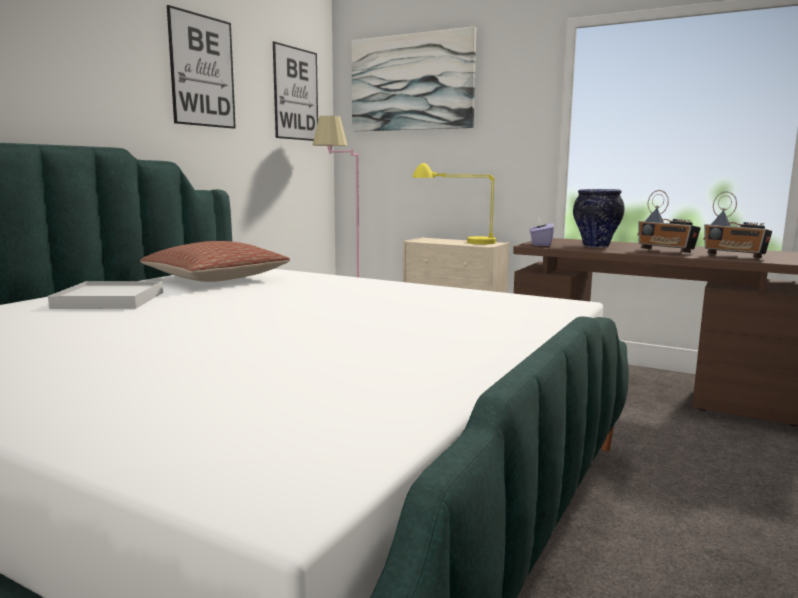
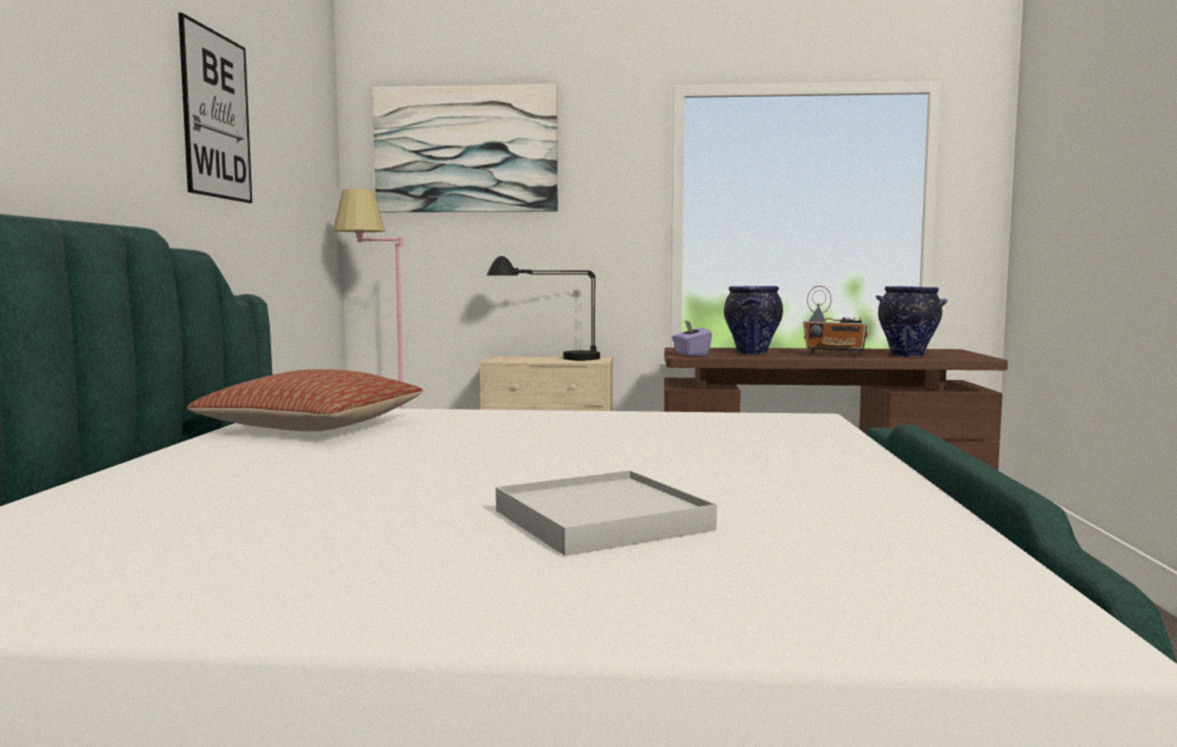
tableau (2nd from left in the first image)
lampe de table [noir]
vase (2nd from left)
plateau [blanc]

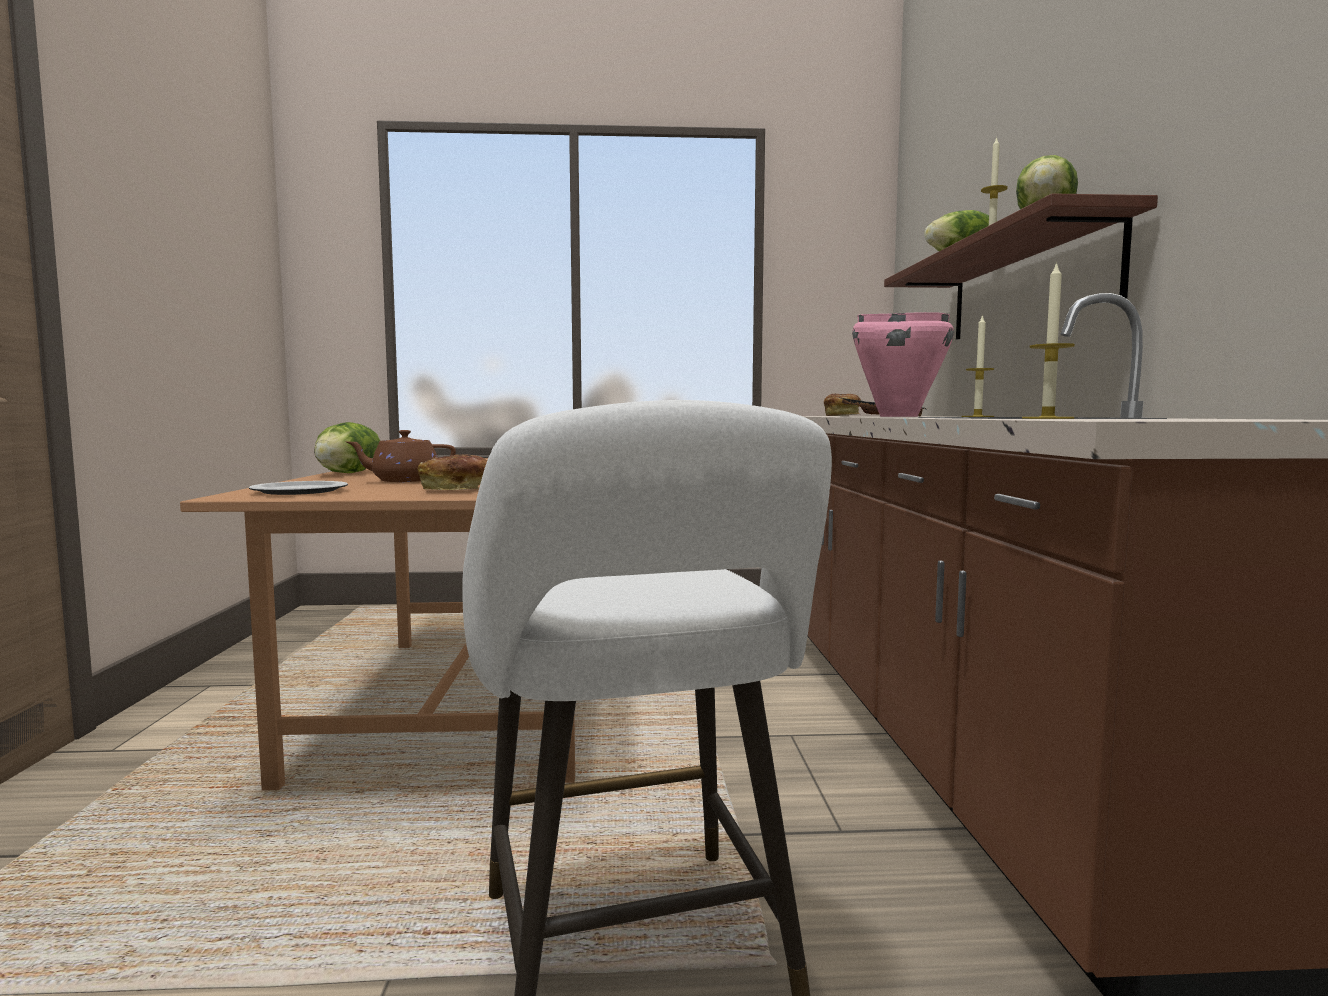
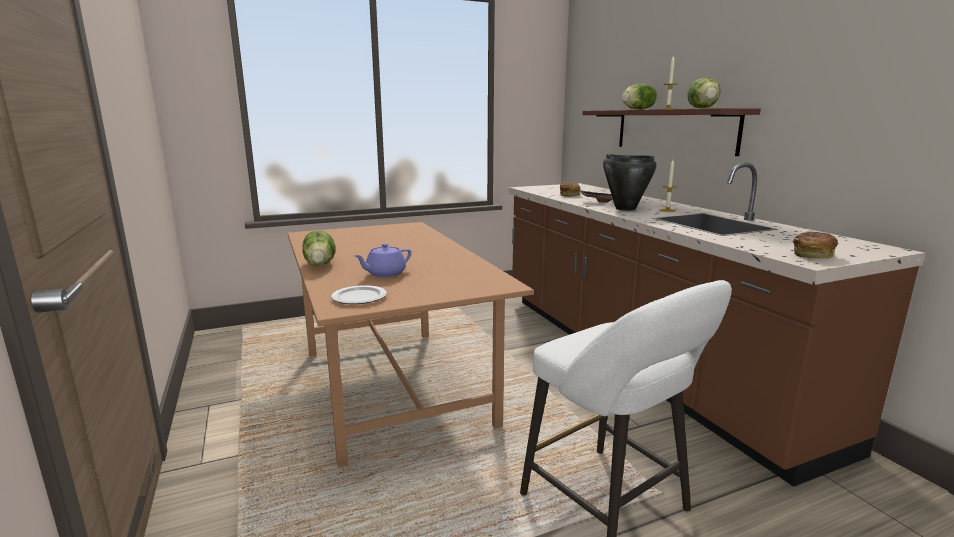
bougie (3rd from left in the first image)
marmite [noir]
théière [violet]
pain (2nd from left)

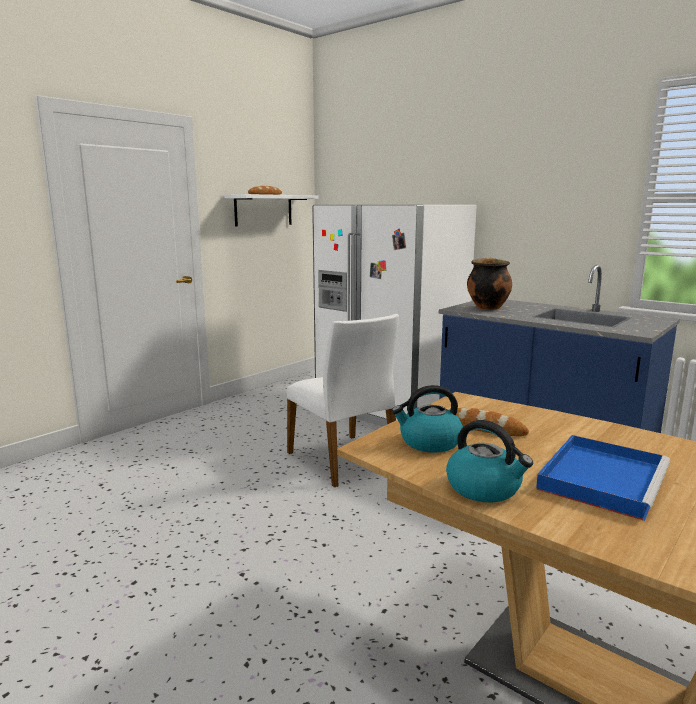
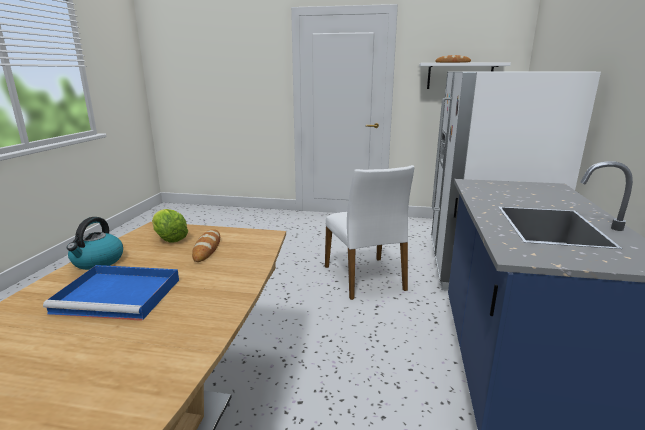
marmite
chaise [blanc]
laitue

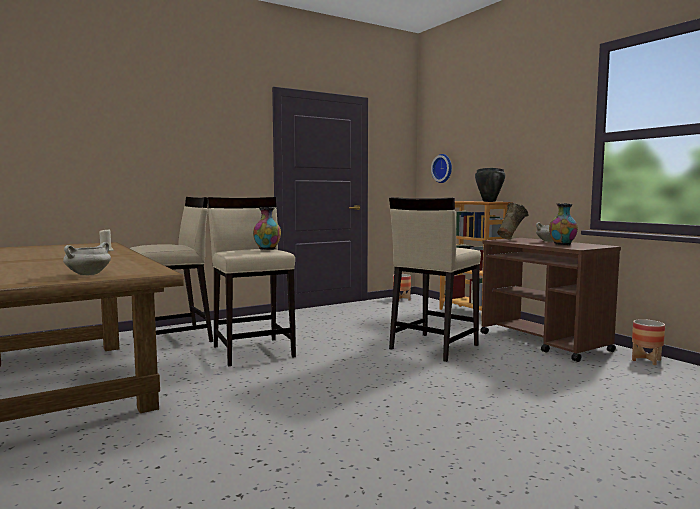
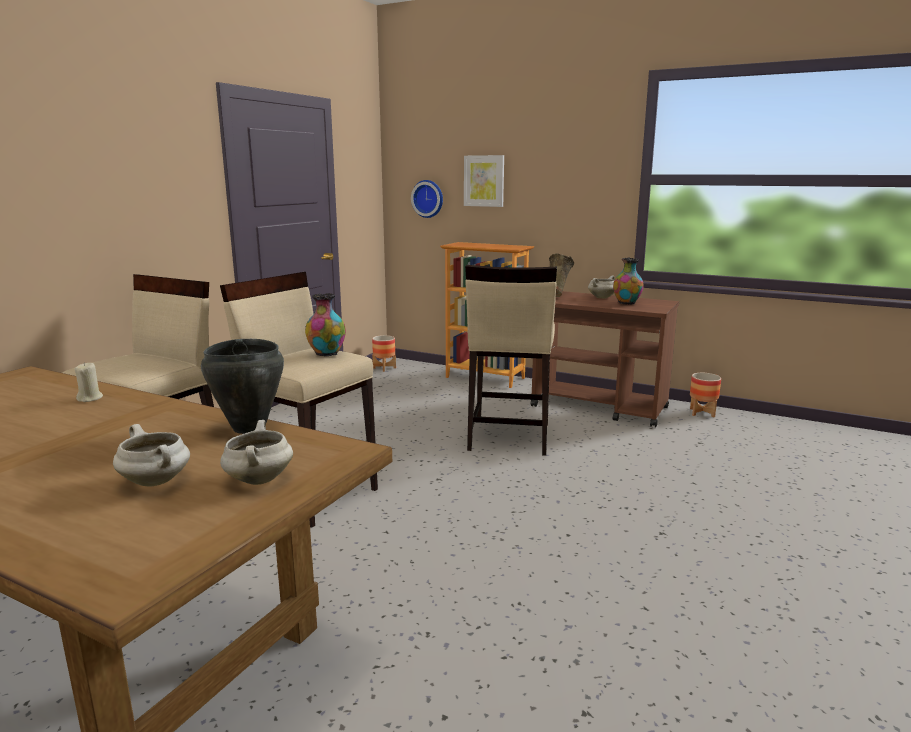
marmite [noir]
tableau
marmite [blanc] (1st from left)

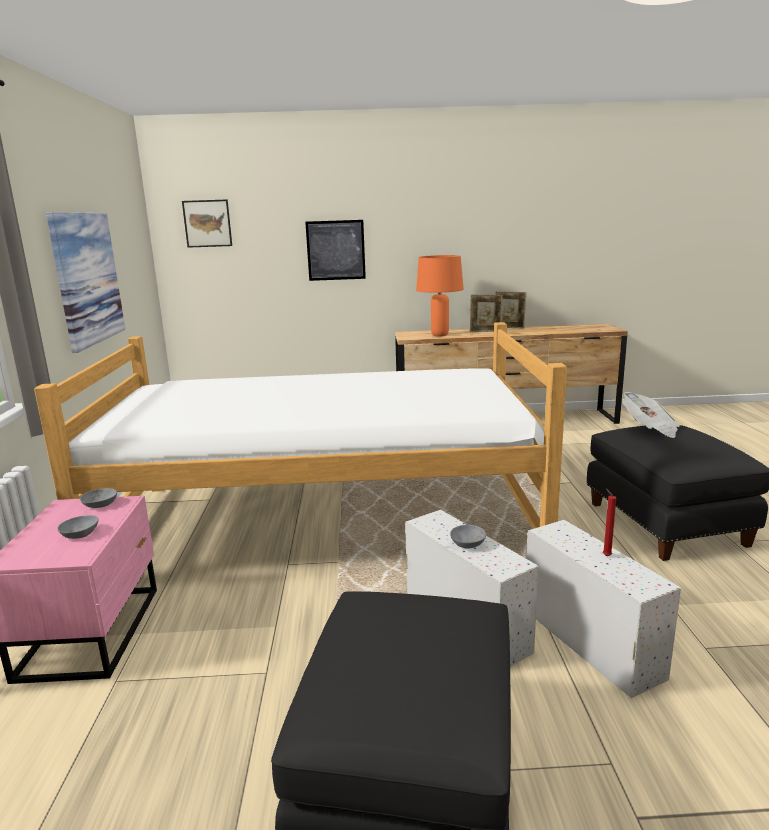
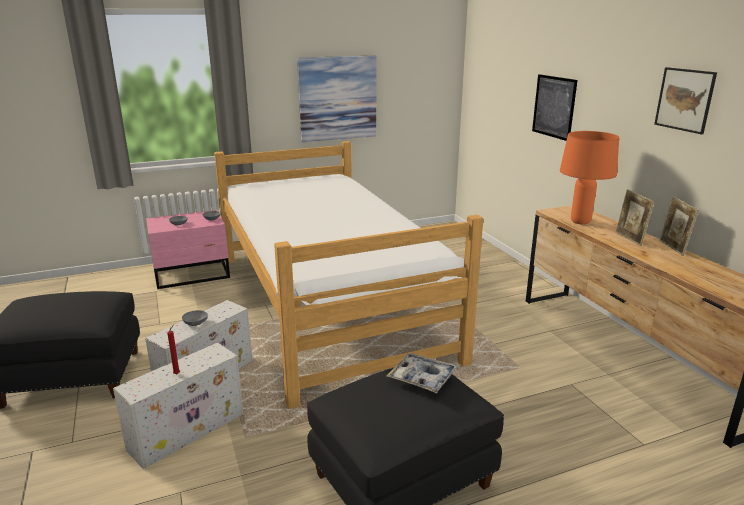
tableau (3rd from left)
plateau

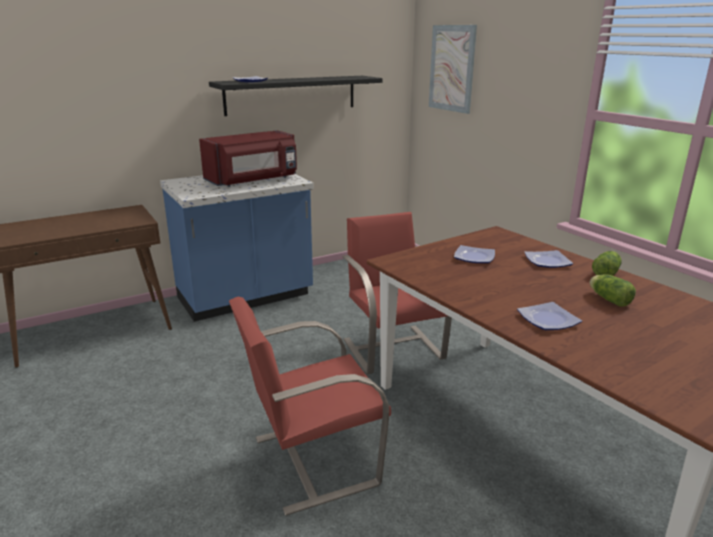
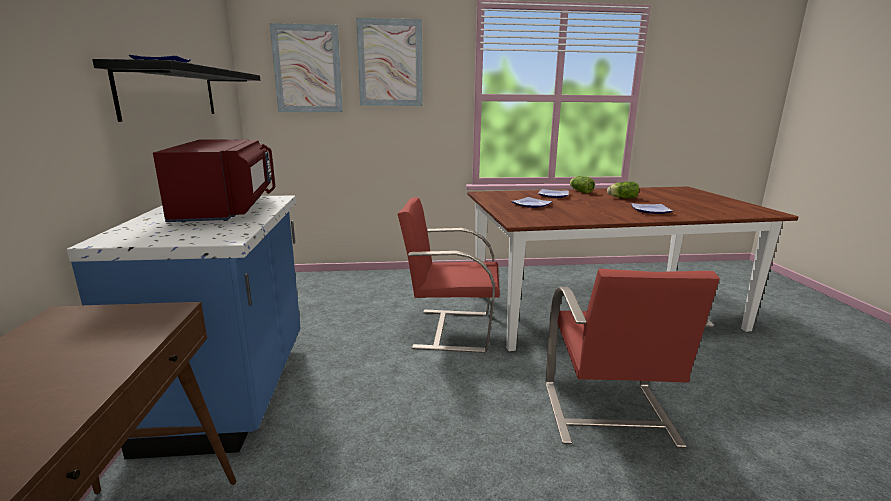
tableau (2nd from left)

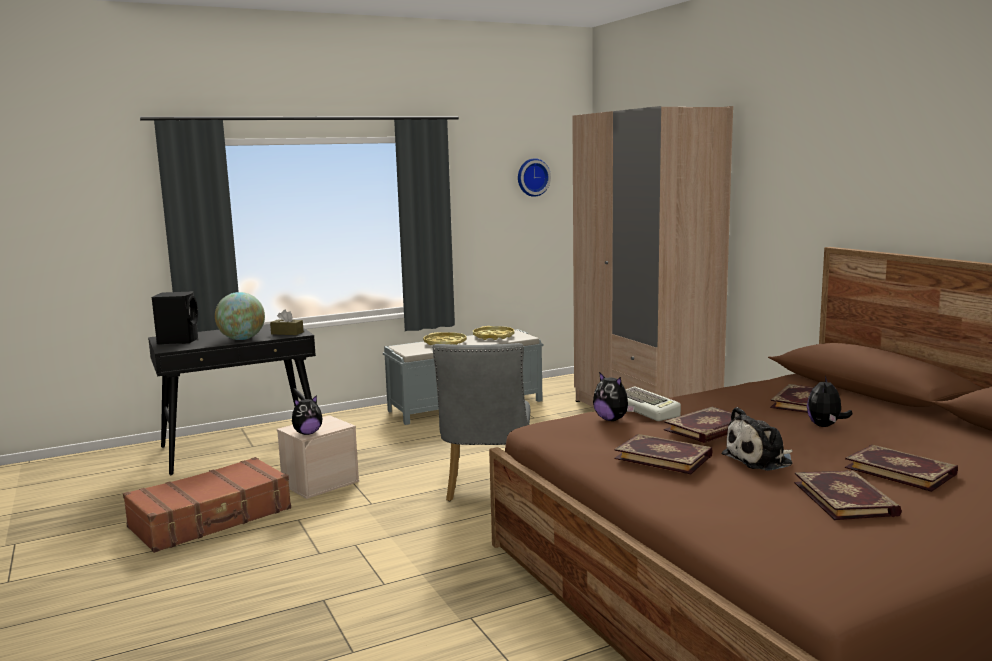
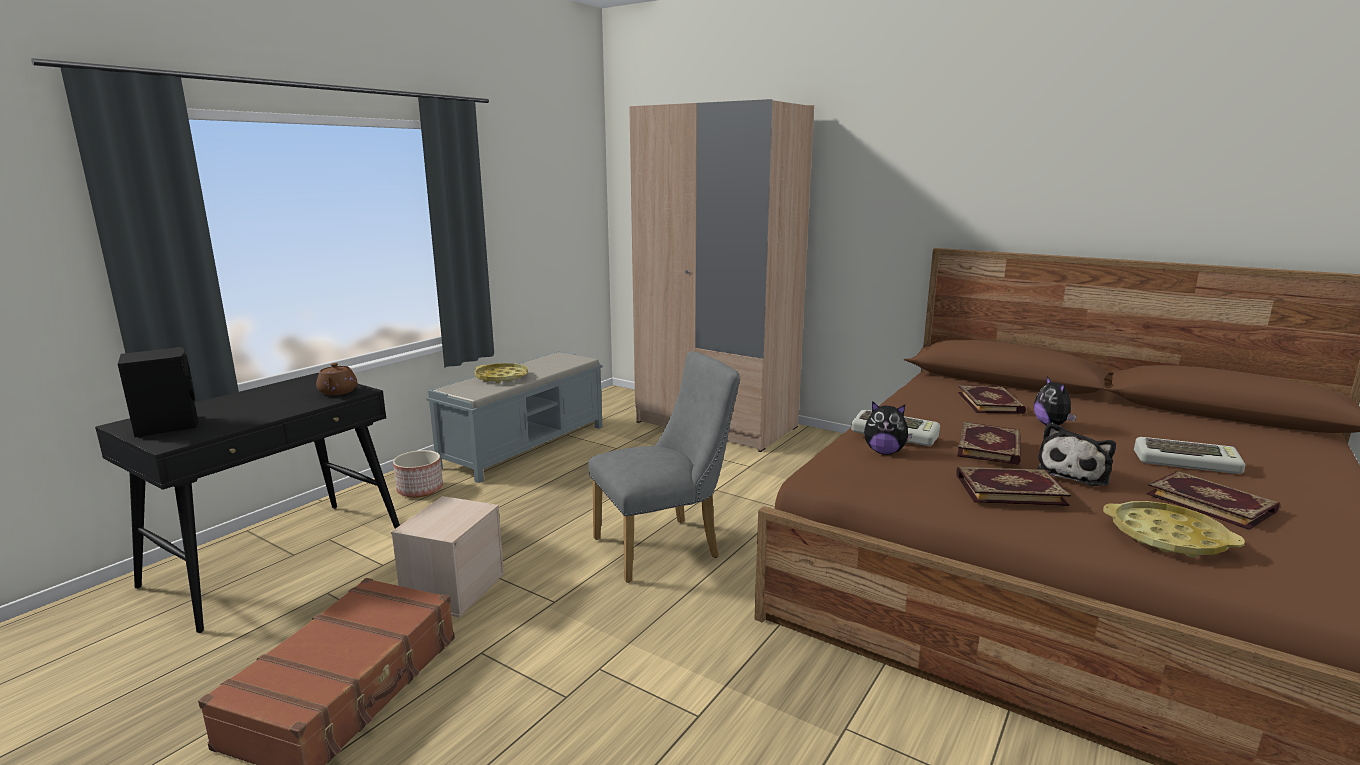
horloge murale
globe
théière [marron]
plateau [jaune] (2nd from left)
chaise [gris]
peluche (1st from left in the first image)
clavier (2nd from left)
cache-pot

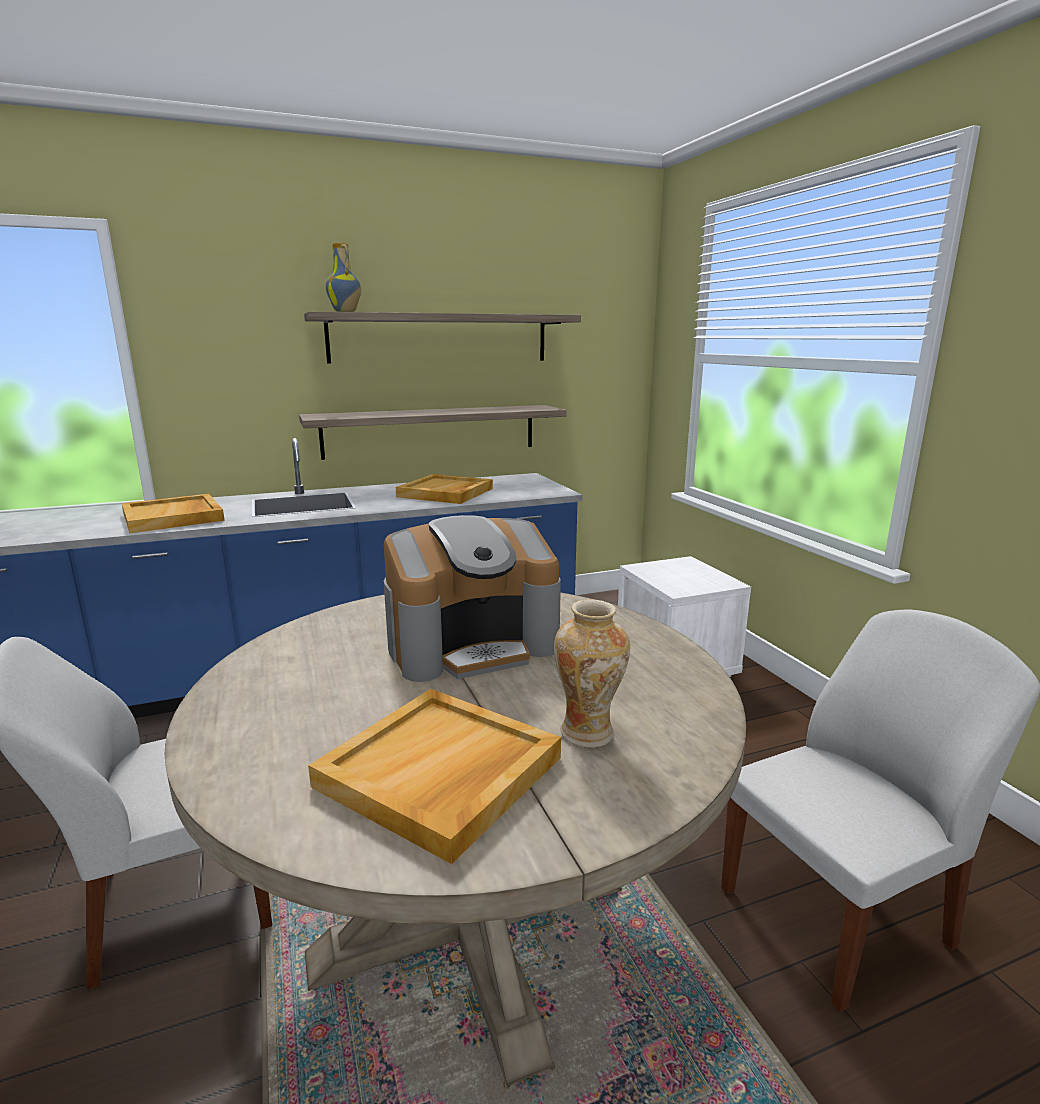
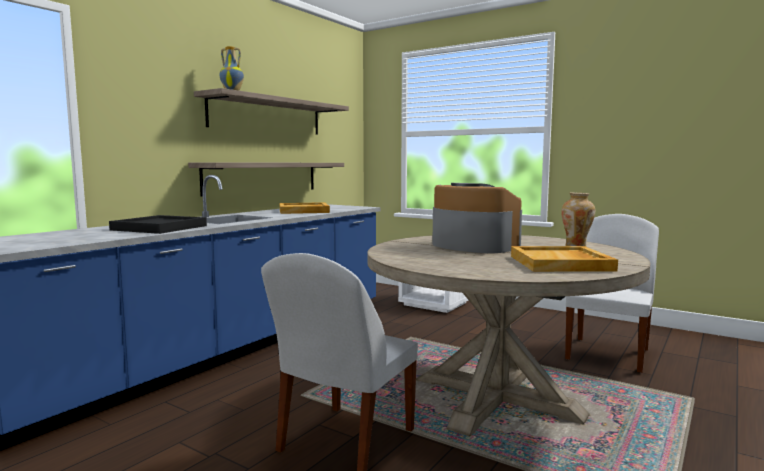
plateau [noir]
machine à café

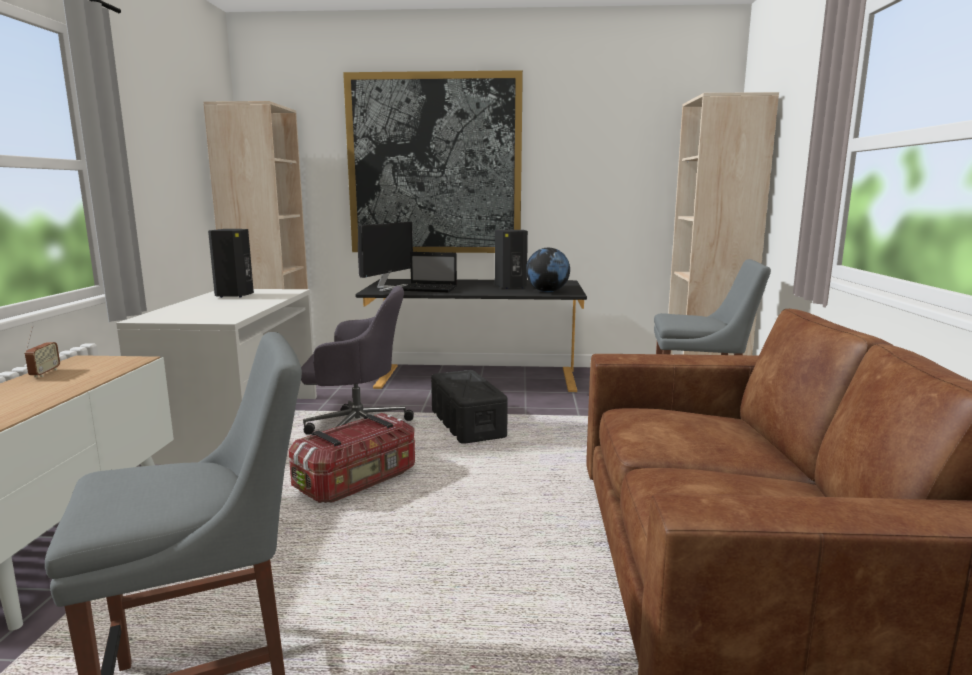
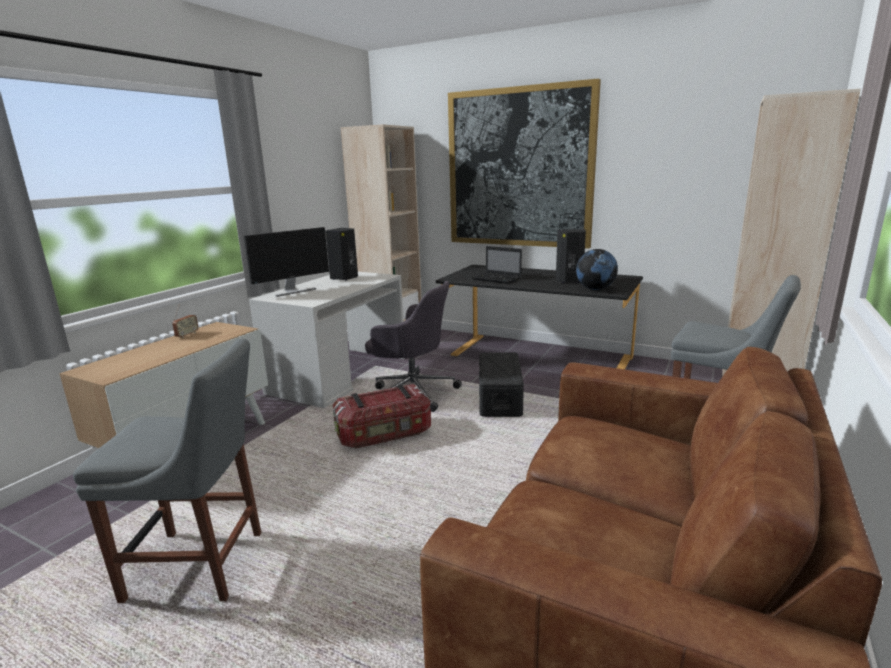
écran d'ordinateur

